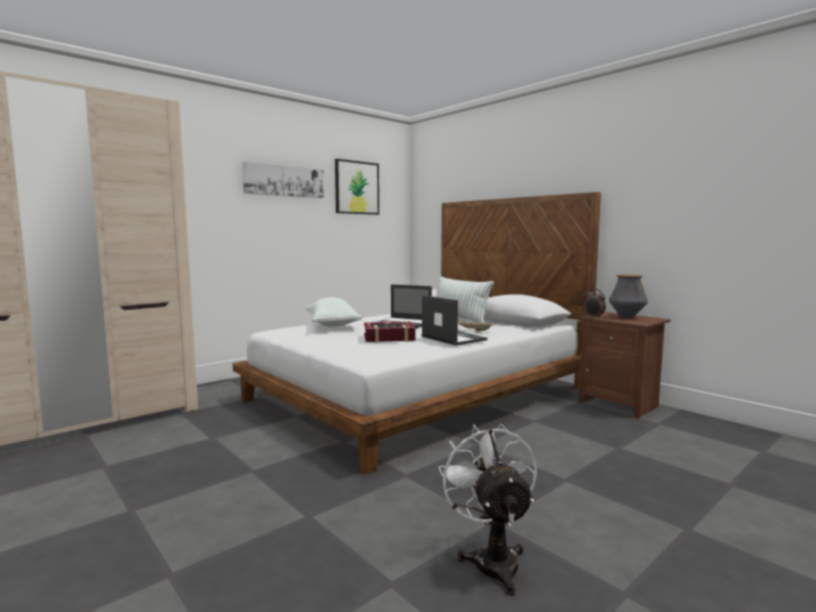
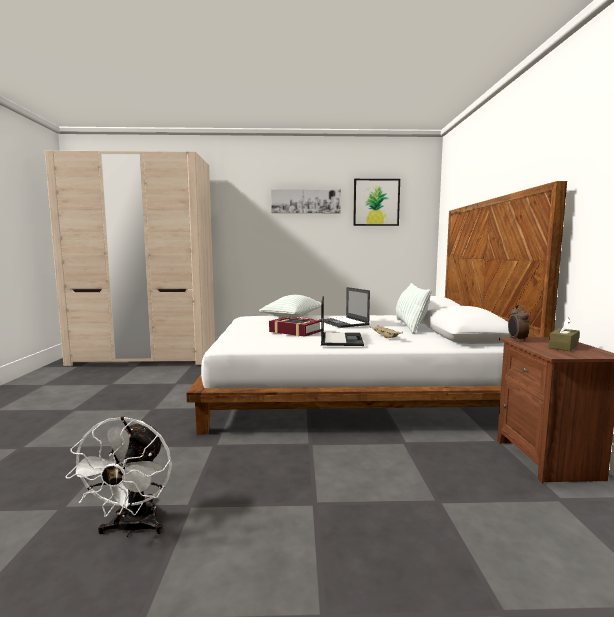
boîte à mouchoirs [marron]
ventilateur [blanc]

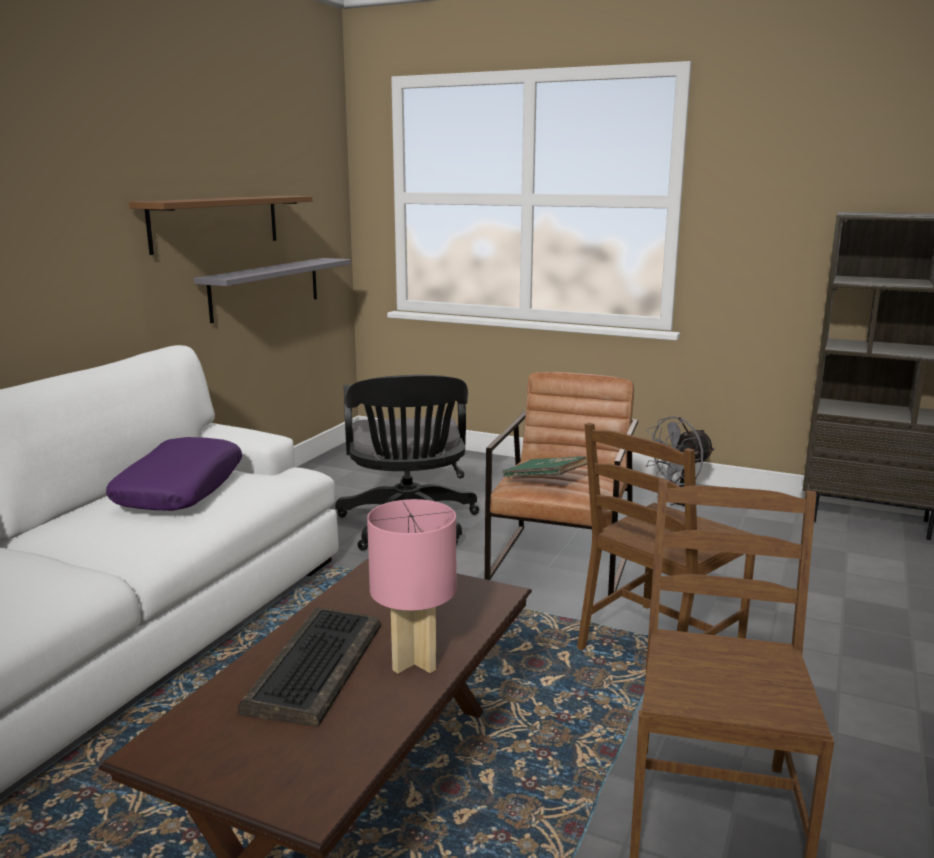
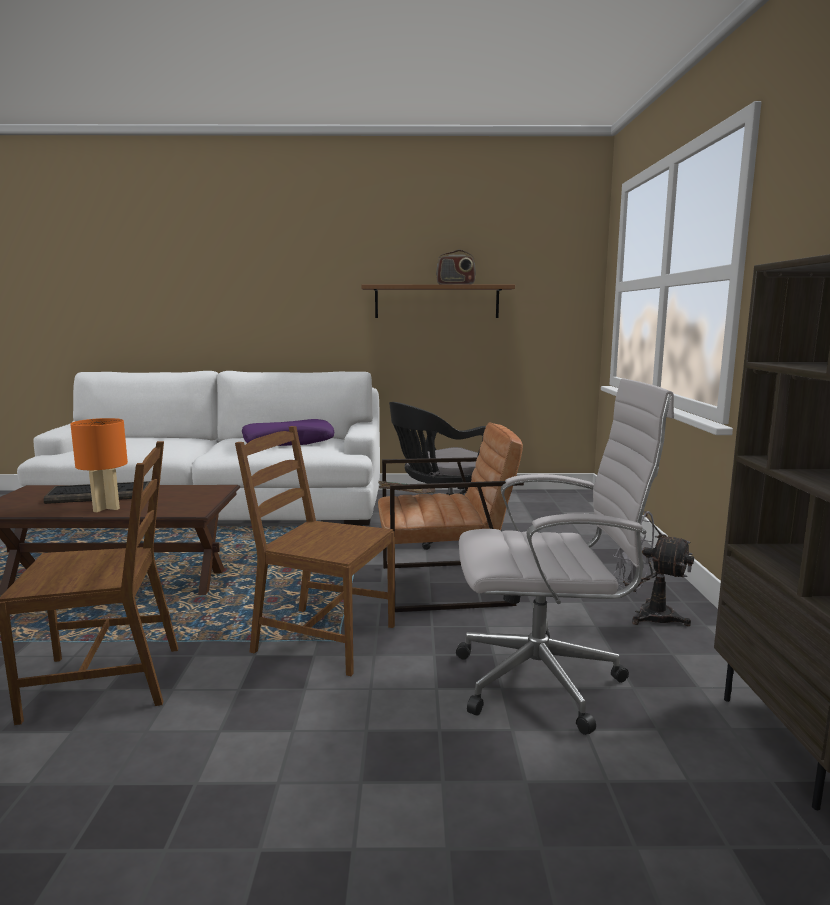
étagère [gris]
lampe de table [orange]
radio
chaise de bureau [blanc]

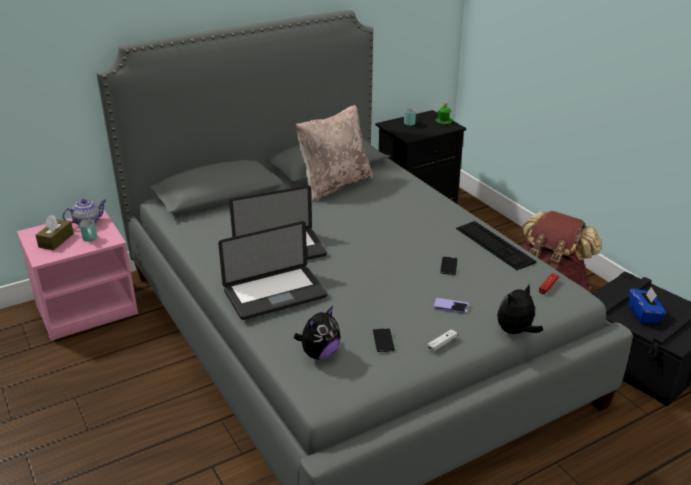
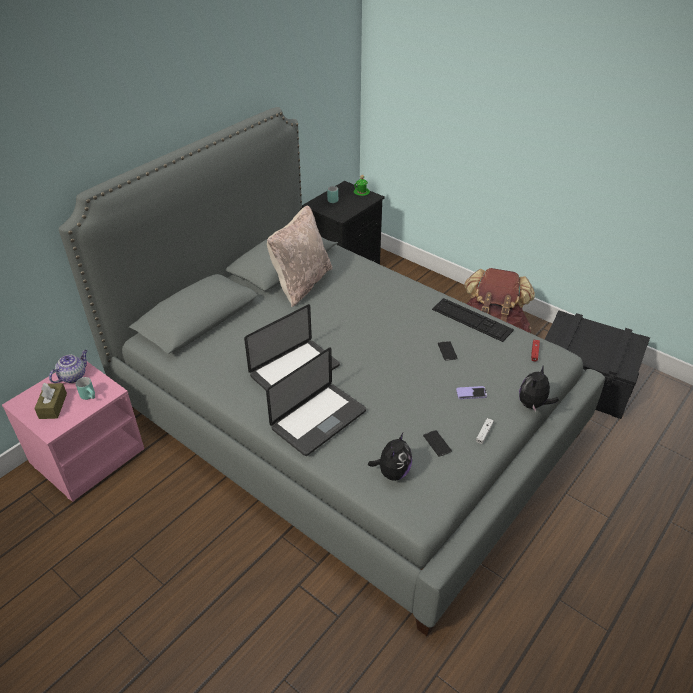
boîte à mouchoirs [bleu]

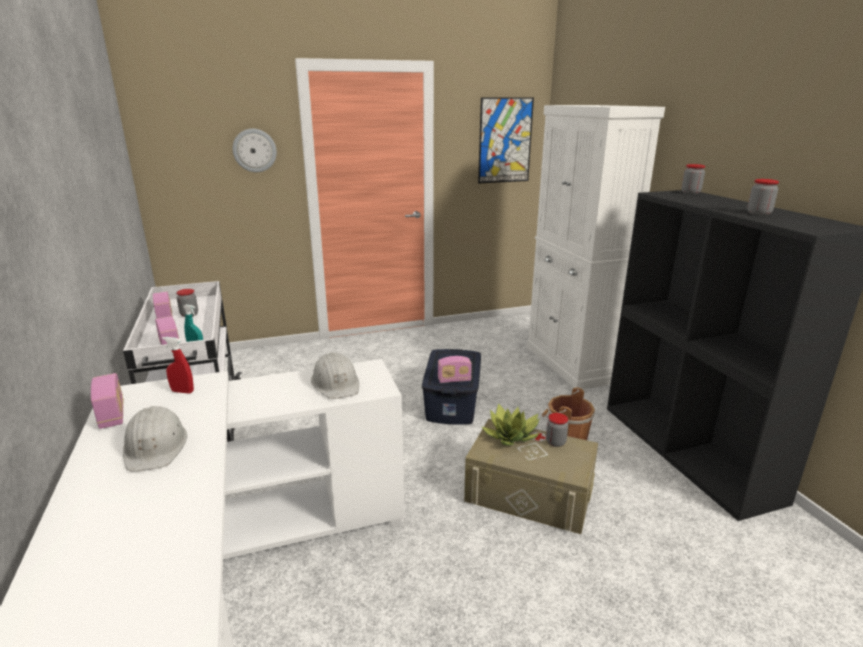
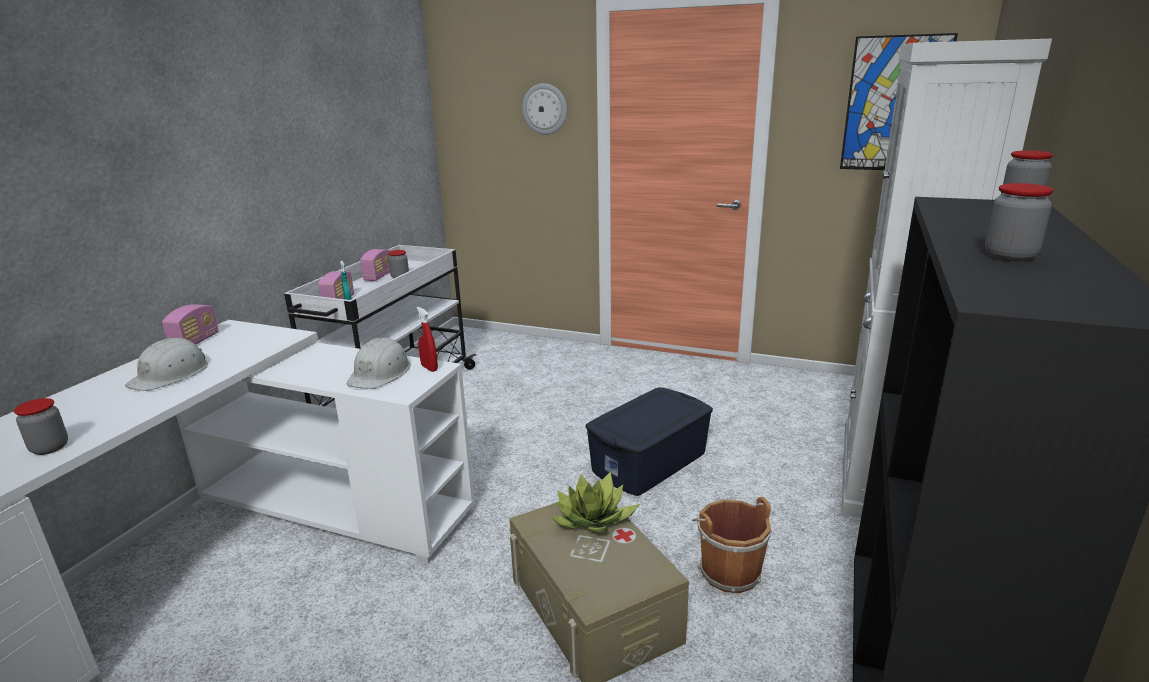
vaporisateur [rouge]
radio (4th from left in the first image)
bocal (1st from left)

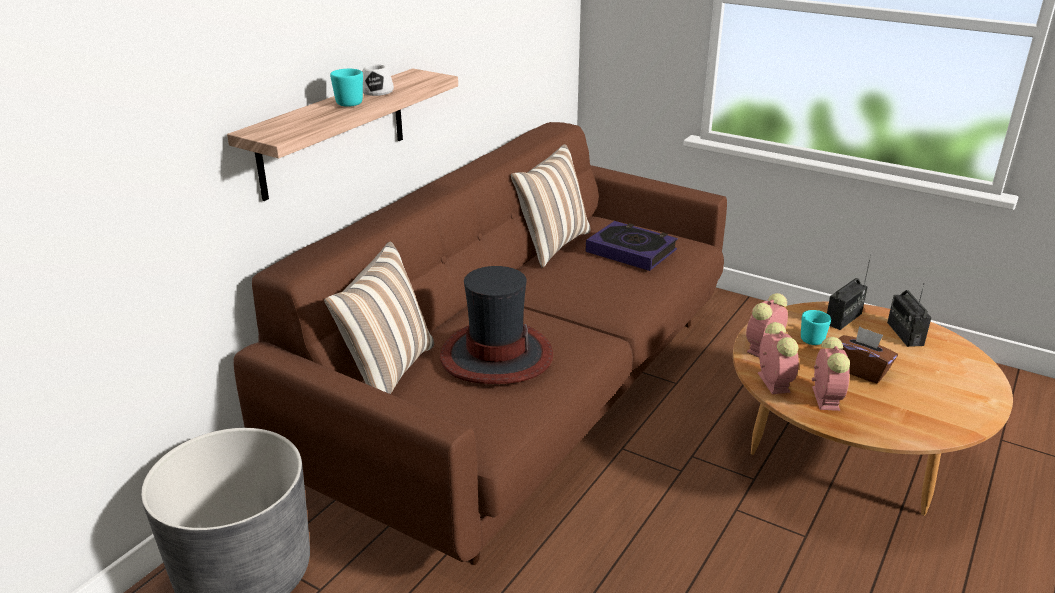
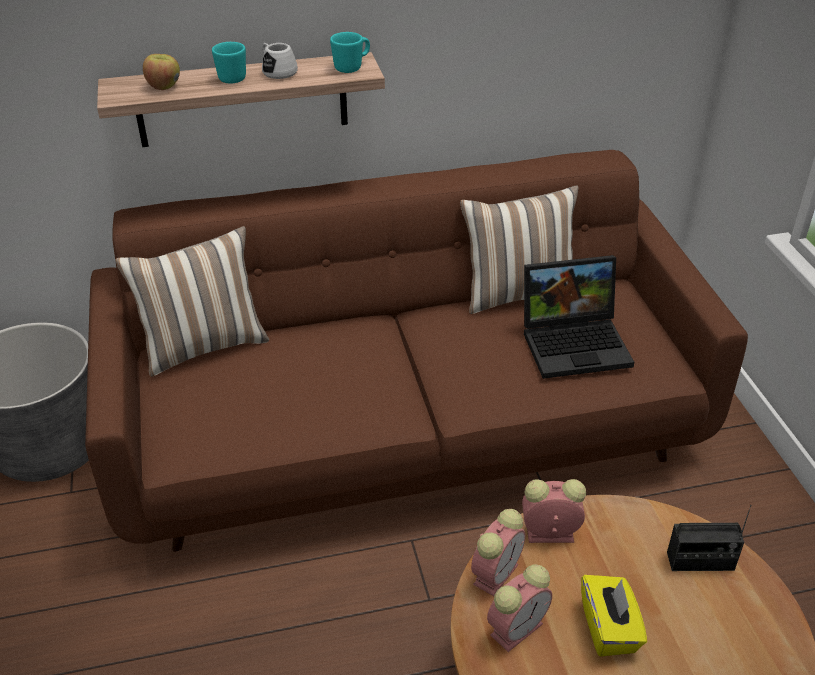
ordinateur portable
chapeau
radio (2nd from left in the first image)
mug [turquoise] (2nd from left)
boîte à mouchoirs [jaune]
pomme

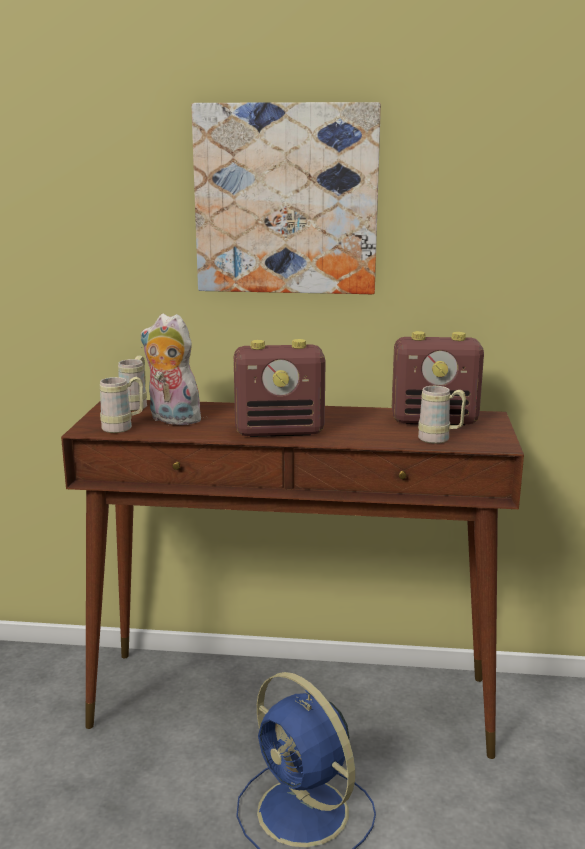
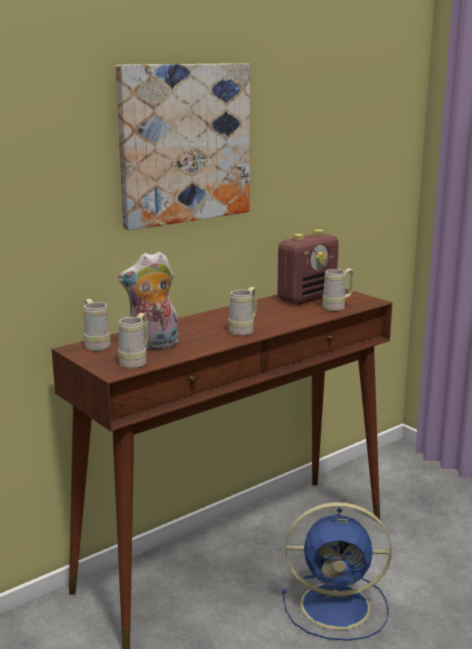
mug [beige] (3rd from left)

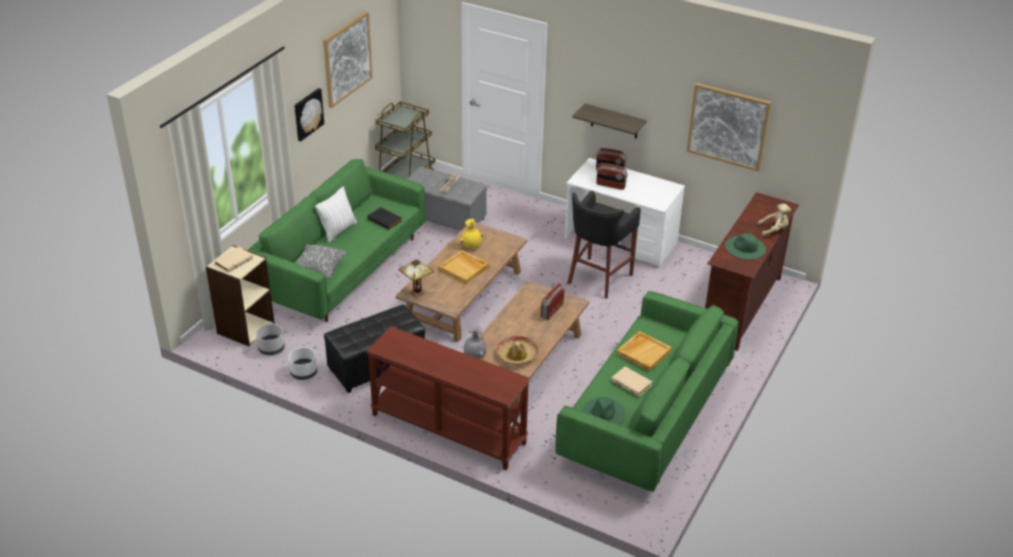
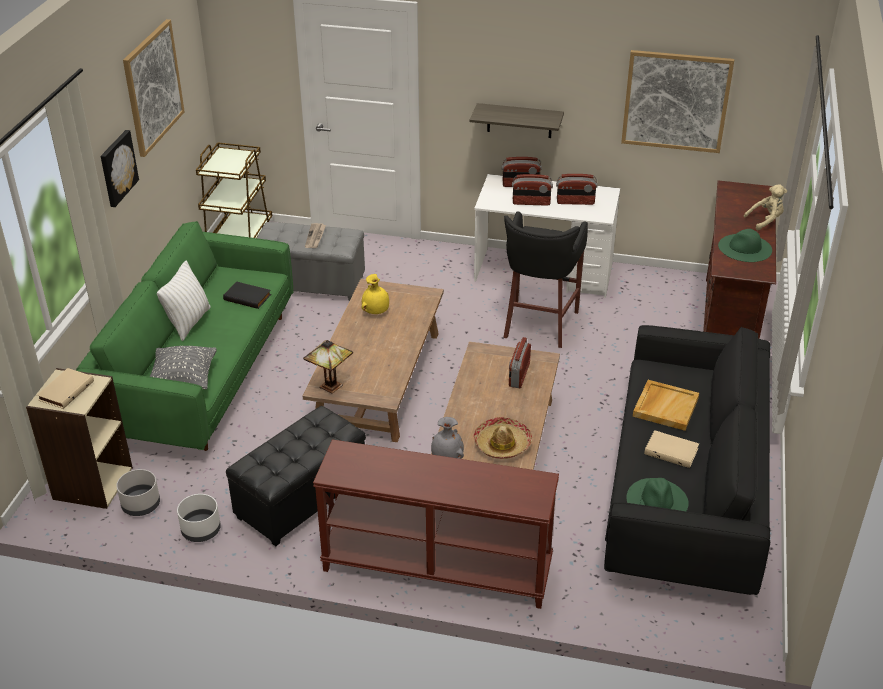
plateau [beige] (1st from left in the first image)
canapé [noir]
radio (4th from left)

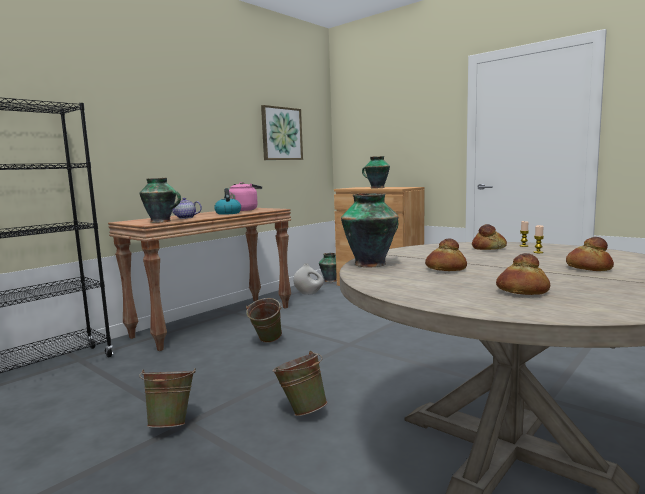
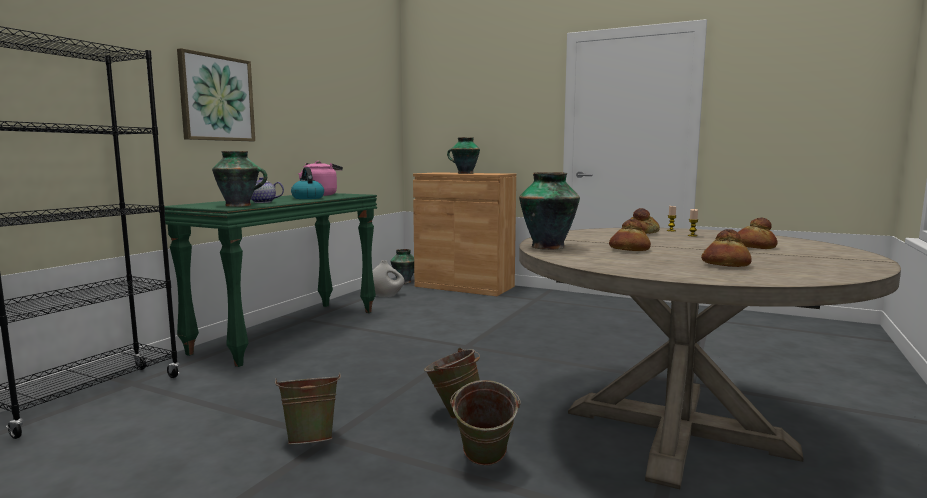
tableau
table console [vert]
seau [vert] (3rd from left)

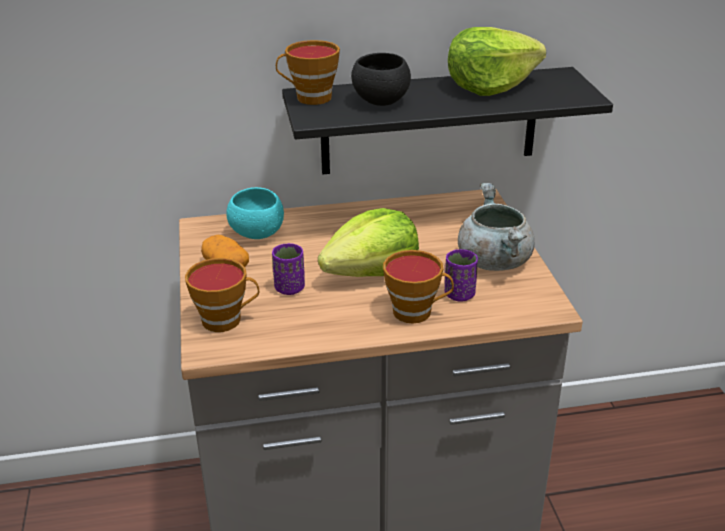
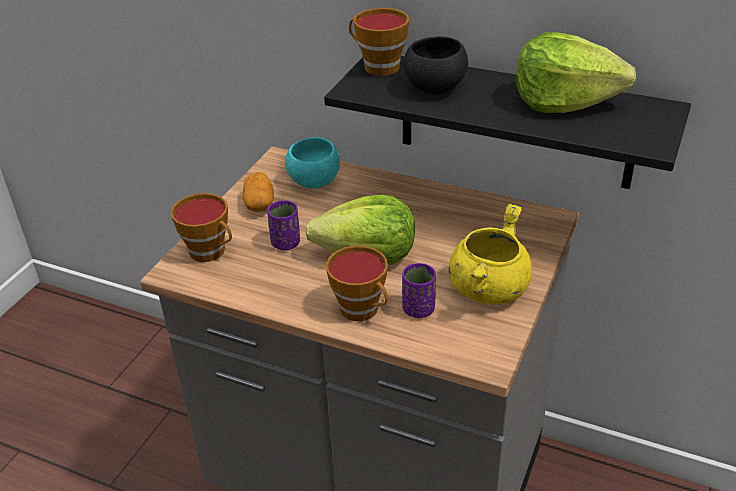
marmite [jaune]

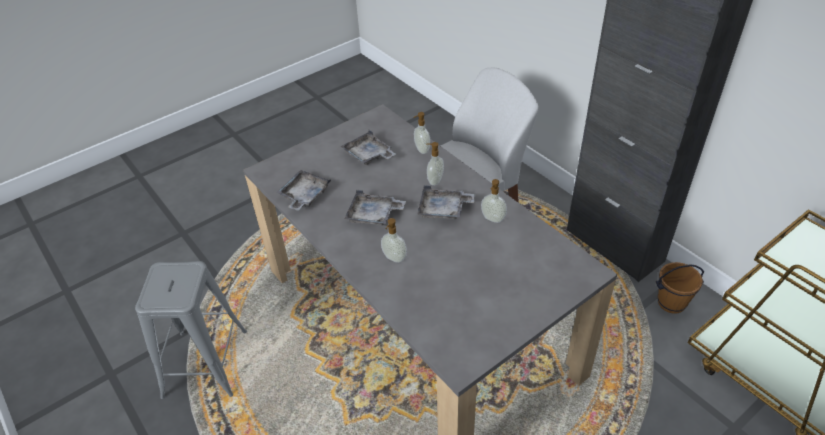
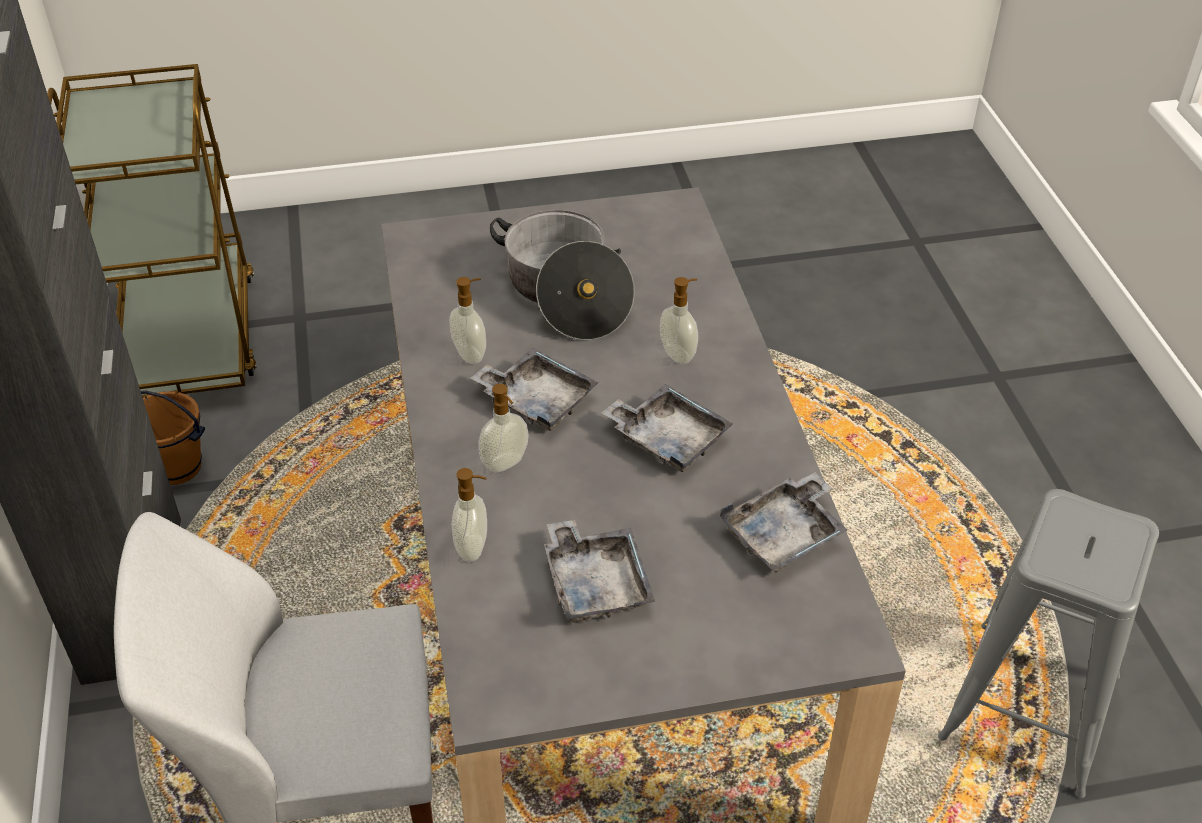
marmite

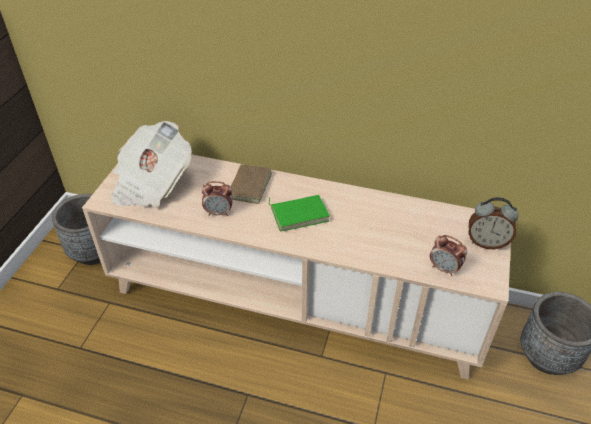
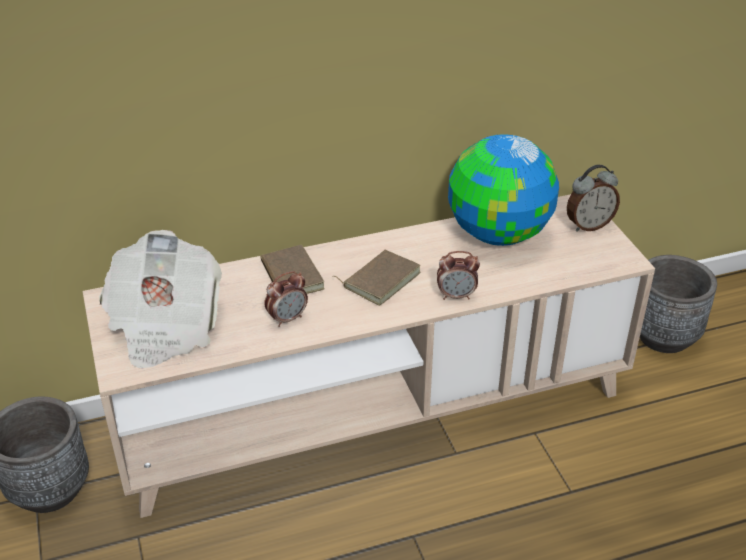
livre [marron] (2nd from left)
réveil (2nd from left)
globe

